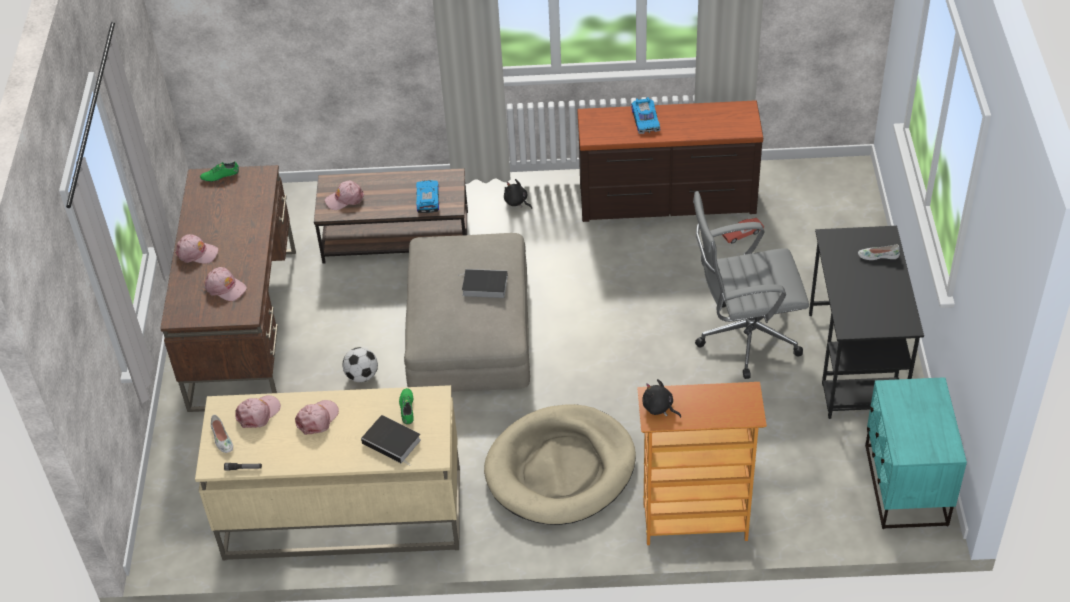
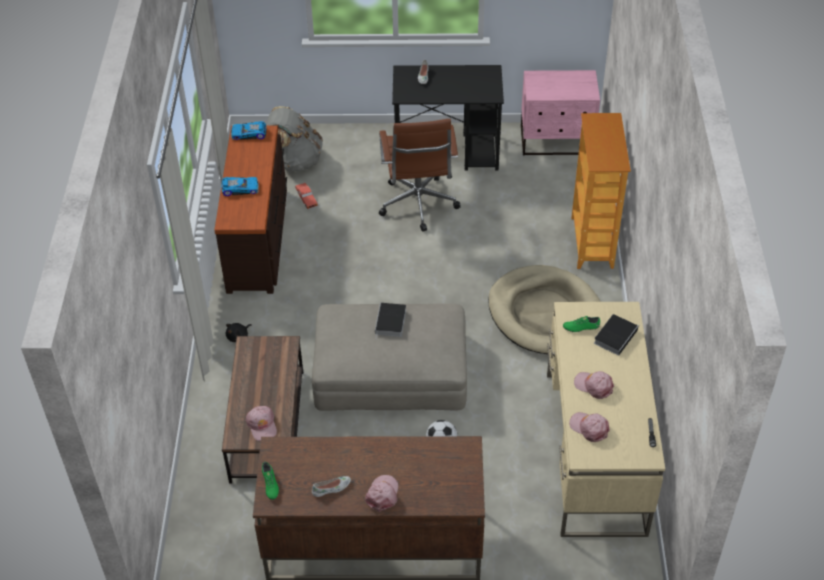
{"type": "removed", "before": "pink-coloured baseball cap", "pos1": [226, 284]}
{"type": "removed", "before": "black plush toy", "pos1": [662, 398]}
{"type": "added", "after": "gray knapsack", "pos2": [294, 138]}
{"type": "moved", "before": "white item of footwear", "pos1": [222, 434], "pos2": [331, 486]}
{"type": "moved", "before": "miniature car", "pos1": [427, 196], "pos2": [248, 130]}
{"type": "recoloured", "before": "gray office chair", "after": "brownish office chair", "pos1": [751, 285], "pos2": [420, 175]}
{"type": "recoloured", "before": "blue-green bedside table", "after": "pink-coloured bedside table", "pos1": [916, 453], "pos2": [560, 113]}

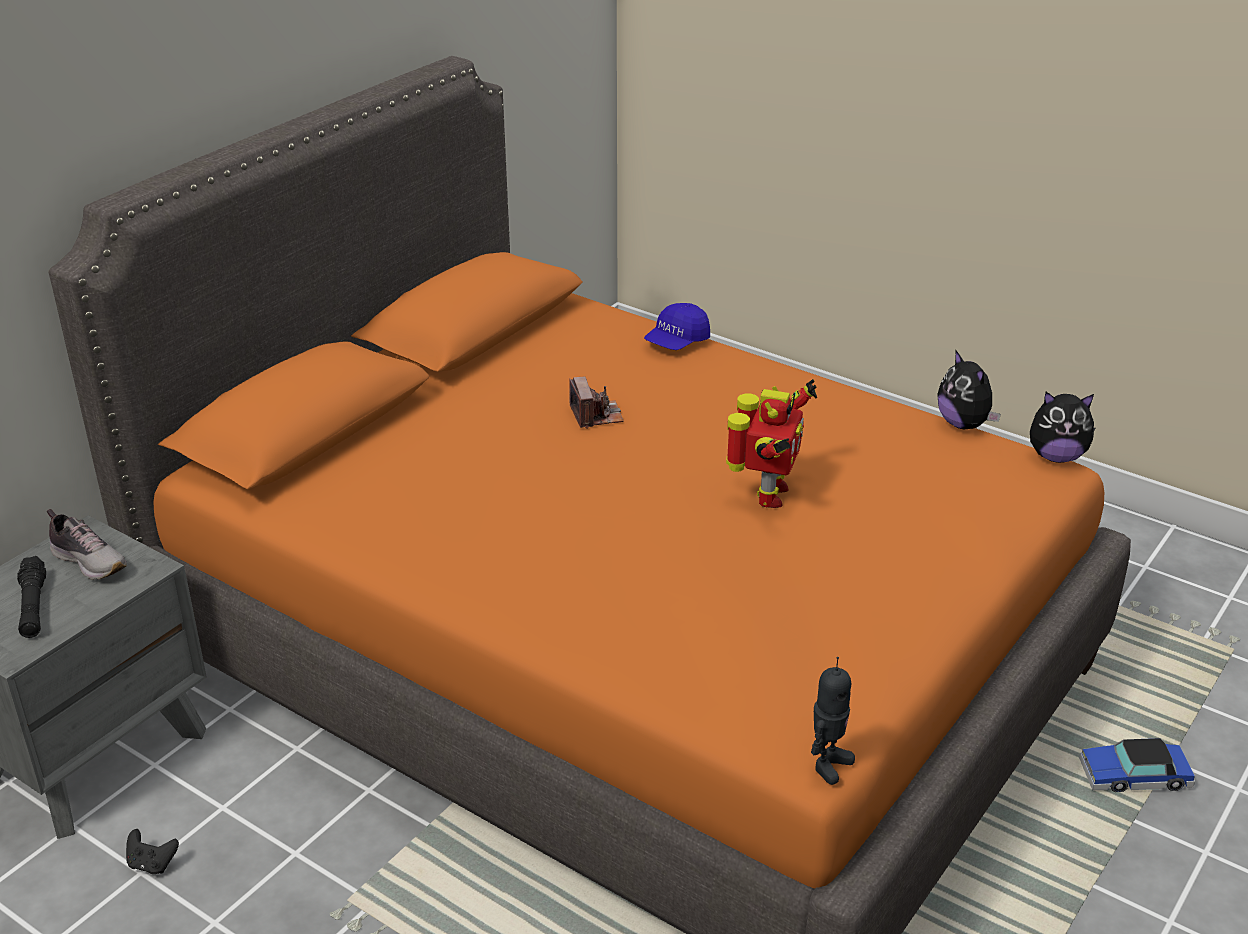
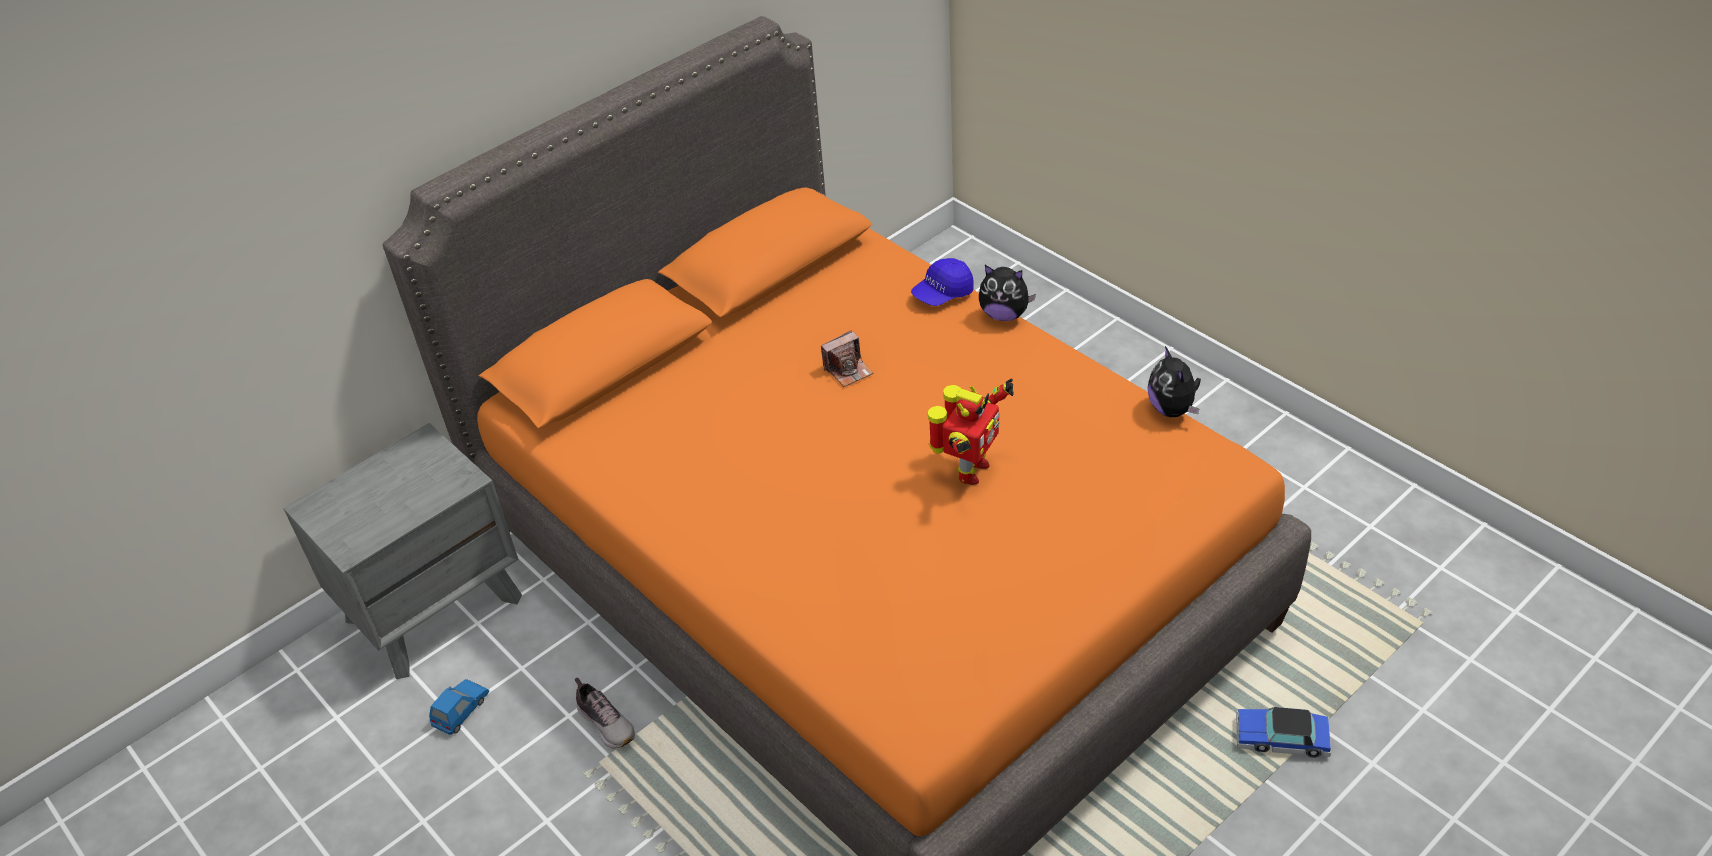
{"type": "removed", "before": "black flashlight", "pos1": [31, 597]}
{"type": "removed", "before": "toy robot", "pos1": [833, 721]}
{"type": "moved", "before": "item of footwear", "pos1": [86, 544], "pos2": [604, 712]}
{"type": "moved", "before": "plush toy", "pos1": [1063, 427], "pos2": [1007, 293]}
{"type": "replaced", "before": "black game controller", "after": "blue miniature car", "pos1": [152, 851], "pos2": [459, 707]}
{"type": "turned", "before": "photo camera", "pos1": [596, 402], "pos2": [847, 358], "turn": 60}

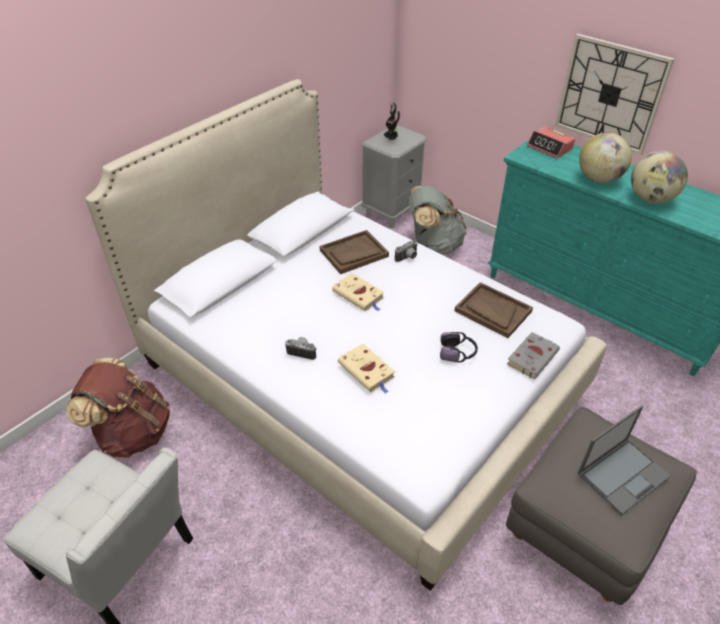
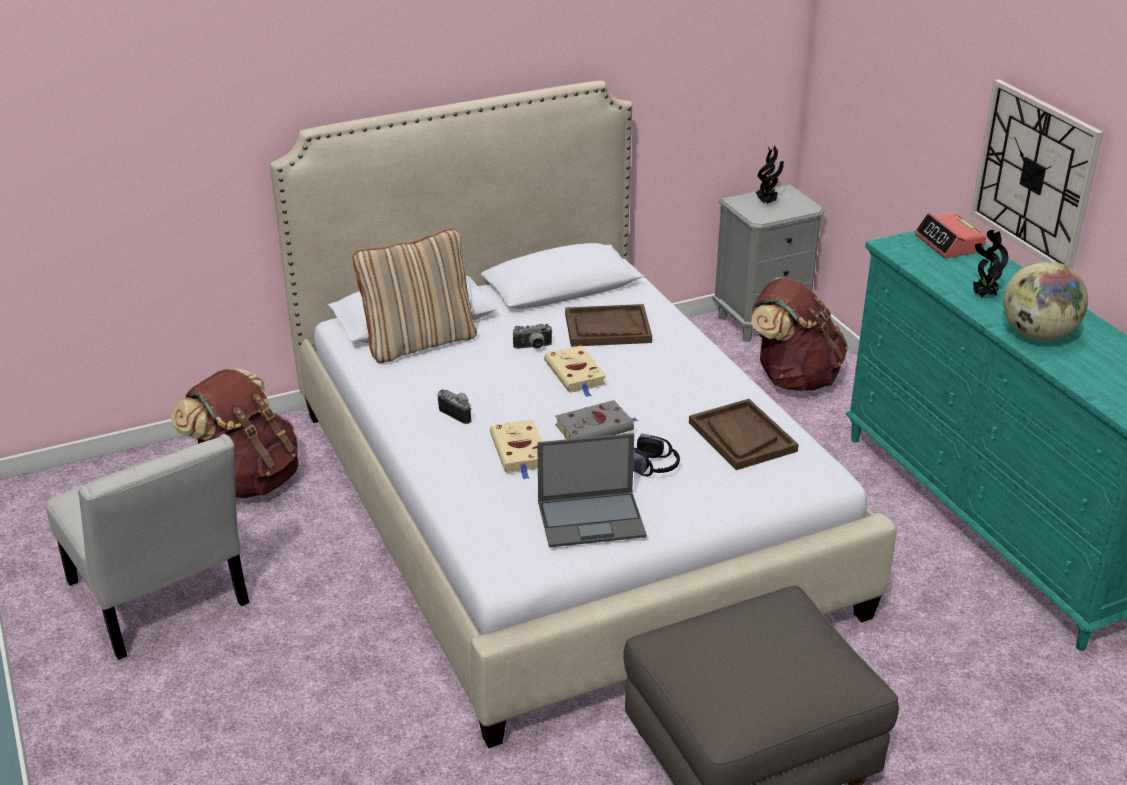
{"type": "added", "after": "beige pillow", "pos2": [415, 296]}
{"type": "moved", "before": "photo camera", "pos1": [406, 251], "pos2": [533, 336]}
{"type": "moved", "before": "gray book", "pos1": [533, 355], "pos2": [596, 419]}
{"type": "moved", "before": "portable computer", "pos1": [624, 460], "pos2": [592, 490]}
{"type": "replaced", "before": "world globe", "after": "houseplant", "pos1": [605, 157], "pos2": [990, 263]}
{"type": "recoloured", "before": "gray knapsack", "after": "brownish knapsack", "pos1": [437, 220], "pos2": [799, 334]}

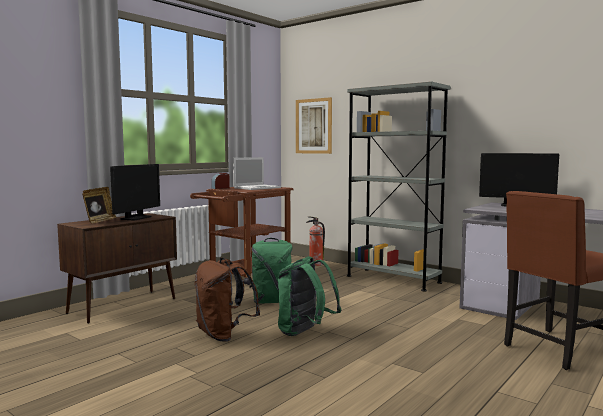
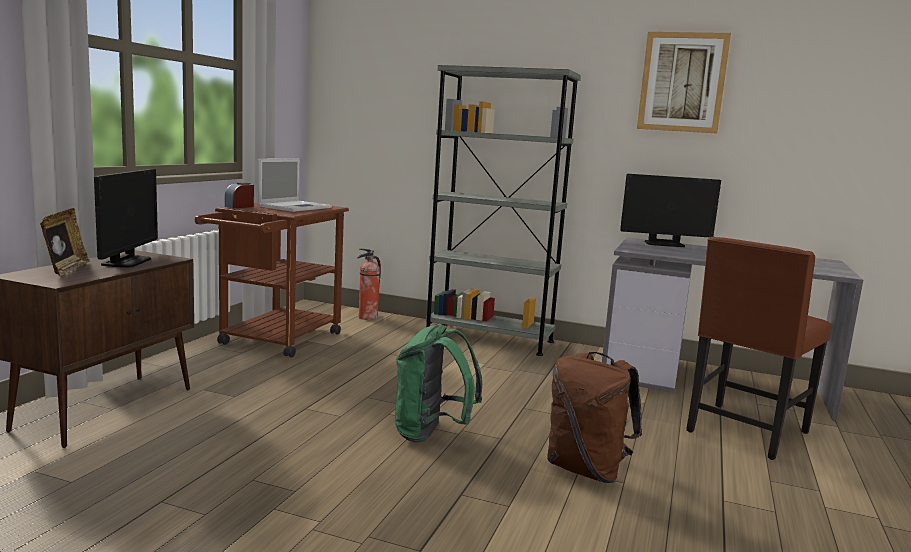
{"type": "removed", "before": "greenish knapsack", "pos1": [271, 270]}
{"type": "moved", "before": "brownish knapsack", "pos1": [227, 300], "pos2": [594, 417]}
{"type": "moved", "before": "picture", "pos1": [314, 125], "pos2": [684, 82]}

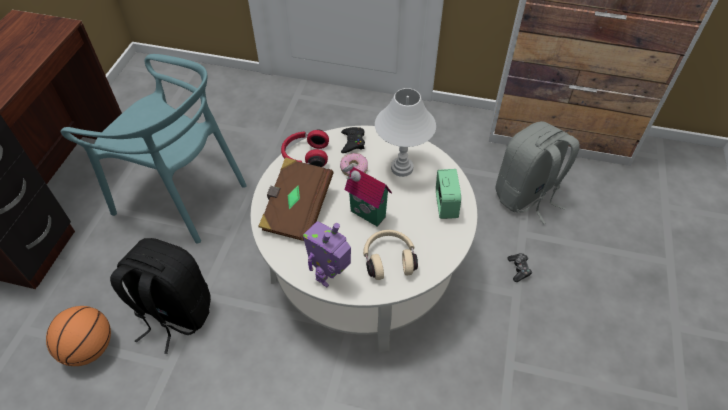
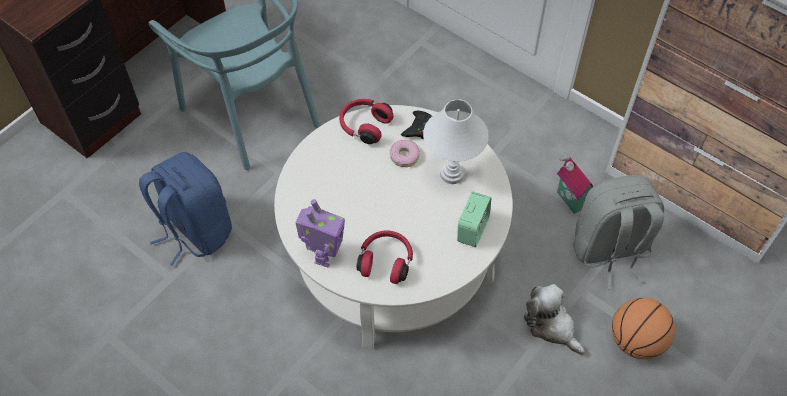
{"type": "removed", "before": "brownish book", "pos1": [296, 199]}
{"type": "moved", "before": "ball for basketball", "pos1": [78, 336], "pos2": [643, 328]}
{"type": "moved", "before": "toy house", "pos1": [367, 194], "pos2": [575, 183]}
{"type": "replaced", "before": "game controller", "after": "plush toy", "pos1": [520, 267], "pos2": [554, 319]}
{"type": "recoloured", "before": "black knapsack", "after": "blue knapsack", "pos1": [160, 296], "pos2": [185, 209]}
{"type": "recoloured", "before": "beige headset", "after": "reddish headset", "pos1": [390, 255], "pos2": [385, 257]}
{"type": "turned", "before": "toy robot", "pos1": [327, 254], "pos2": [320, 233], "turn": 135}

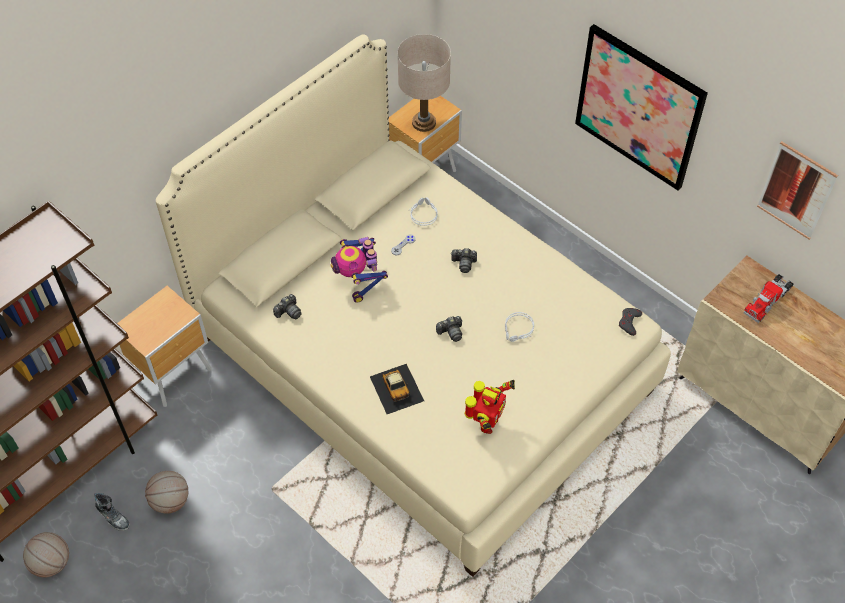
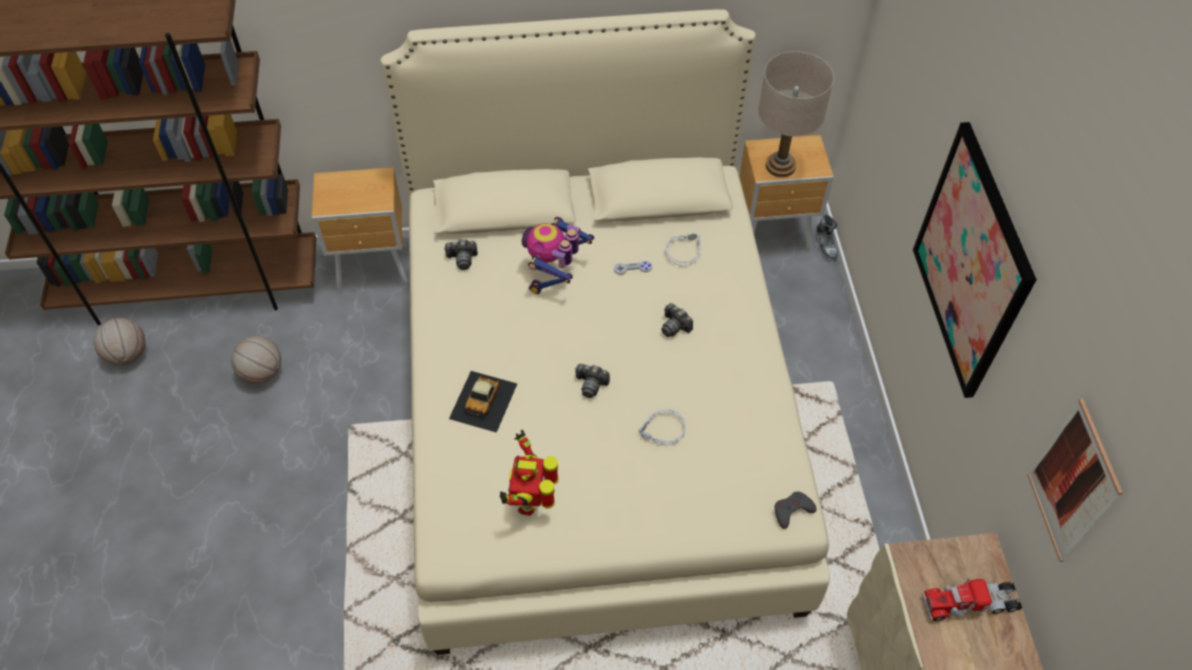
{"type": "moved", "before": "item of footwear", "pos1": [112, 512], "pos2": [827, 237]}
{"type": "turned", "before": "toy robot", "pos1": [490, 407], "pos2": [529, 473], "turn": 120}

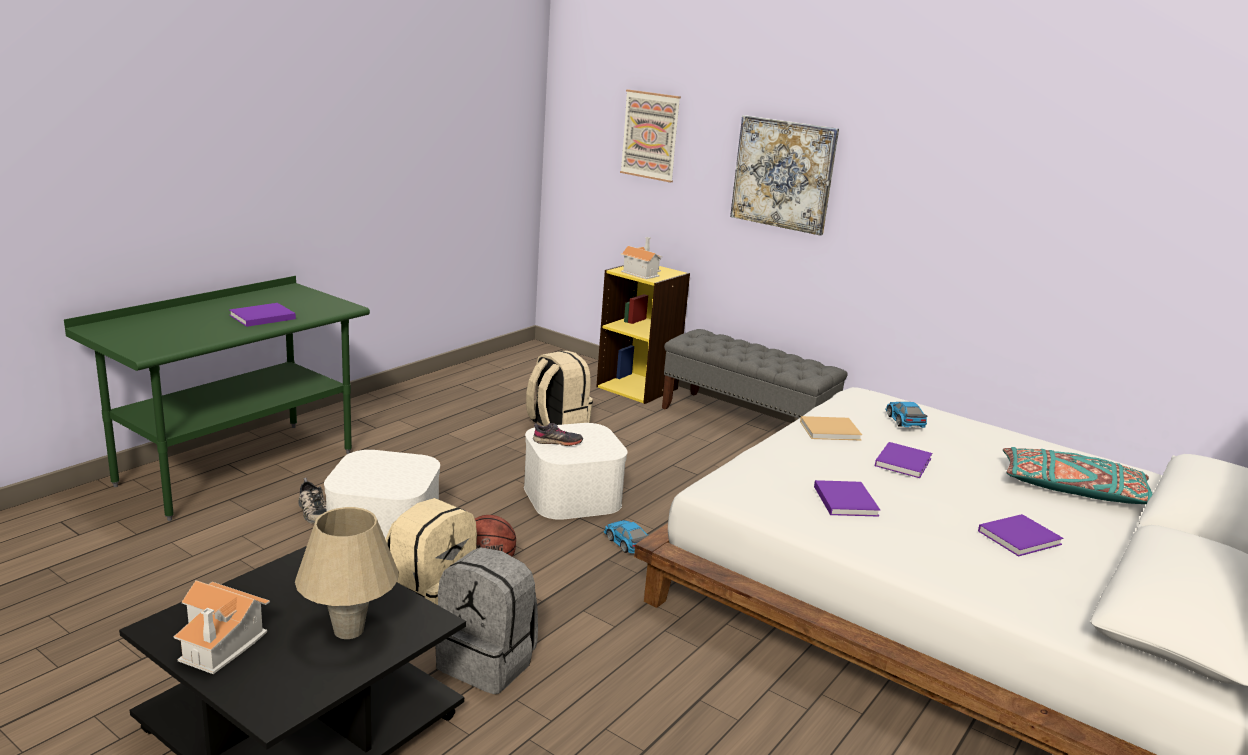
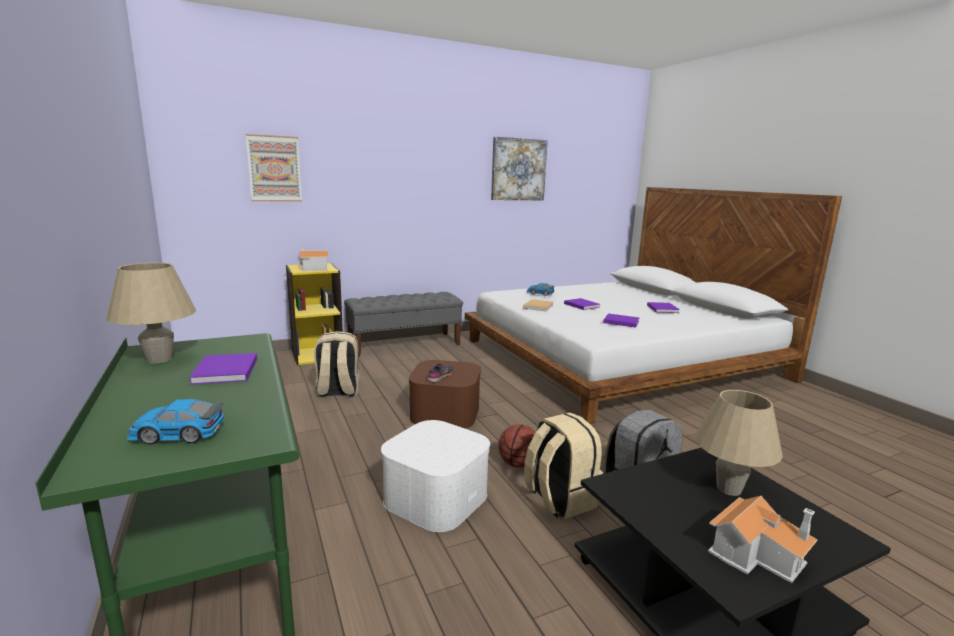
{"type": "removed", "before": "item of footwear", "pos1": [312, 501]}
{"type": "removed", "before": "blue-green pillow", "pos1": [1078, 475]}
{"type": "added", "after": "beige tabletop lamp", "pos2": [151, 313]}
{"type": "moved", "before": "miniature car", "pos1": [626, 537], "pos2": [175, 421]}
{"type": "moved", "before": "picture", "pos1": [784, 175], "pos2": [519, 168]}
{"type": "recoloured", "before": "white storage box", "after": "brownish storage box", "pos1": [576, 471], "pos2": [445, 394]}

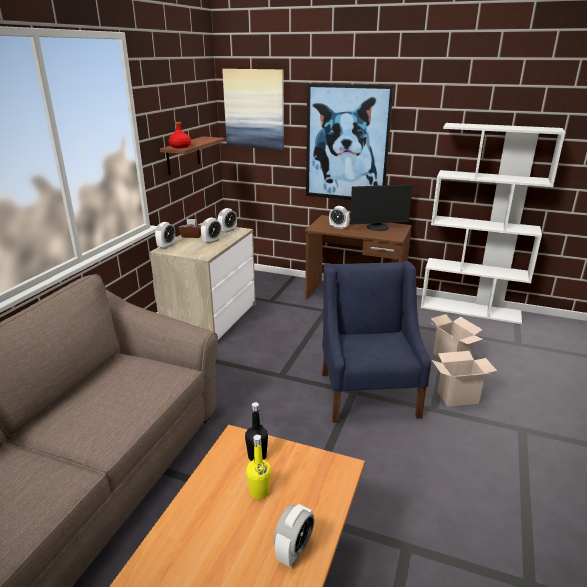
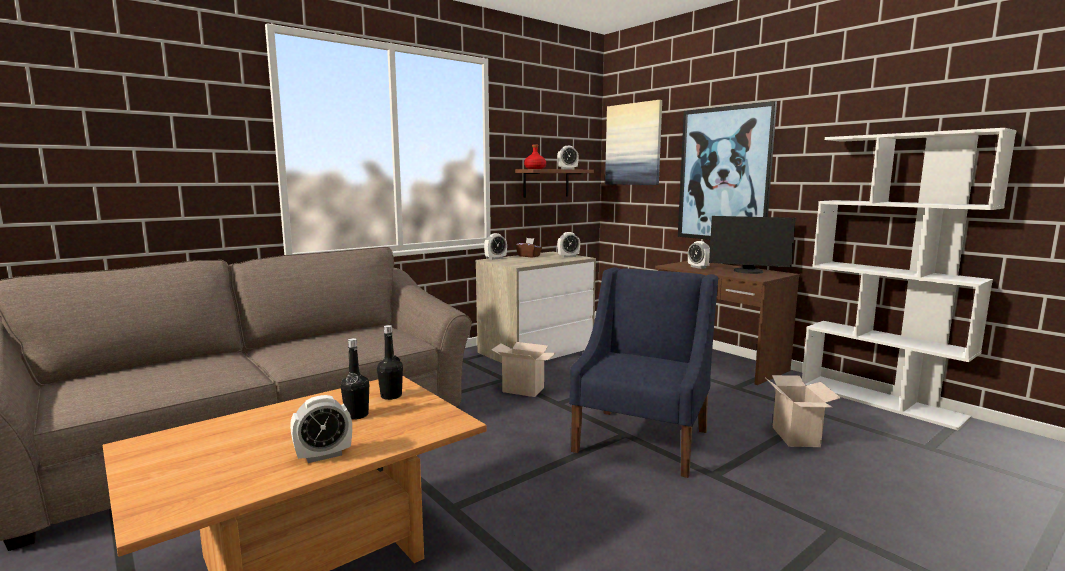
{"type": "moved", "before": "bedside clock", "pos1": [211, 230], "pos2": [568, 157]}
{"type": "moved", "before": "cardboard box", "pos1": [464, 379], "pos2": [523, 369]}
{"type": "recoloured", "before": "yellowish beverage bottle", "after": "black beverage bottle", "pos1": [258, 467], "pos2": [355, 379]}

